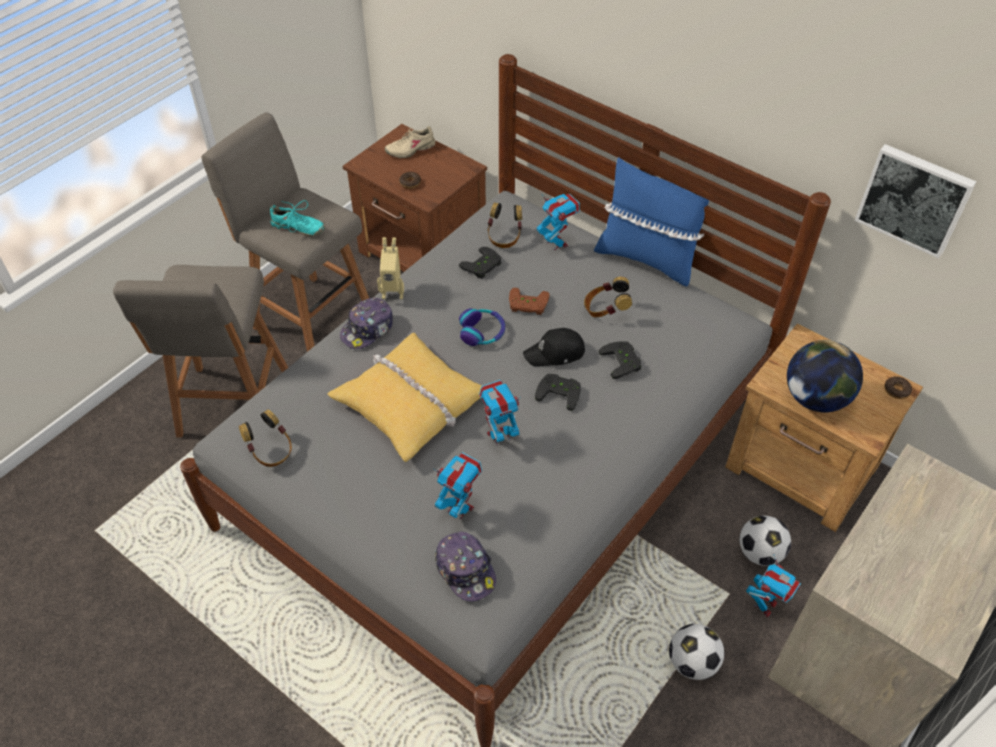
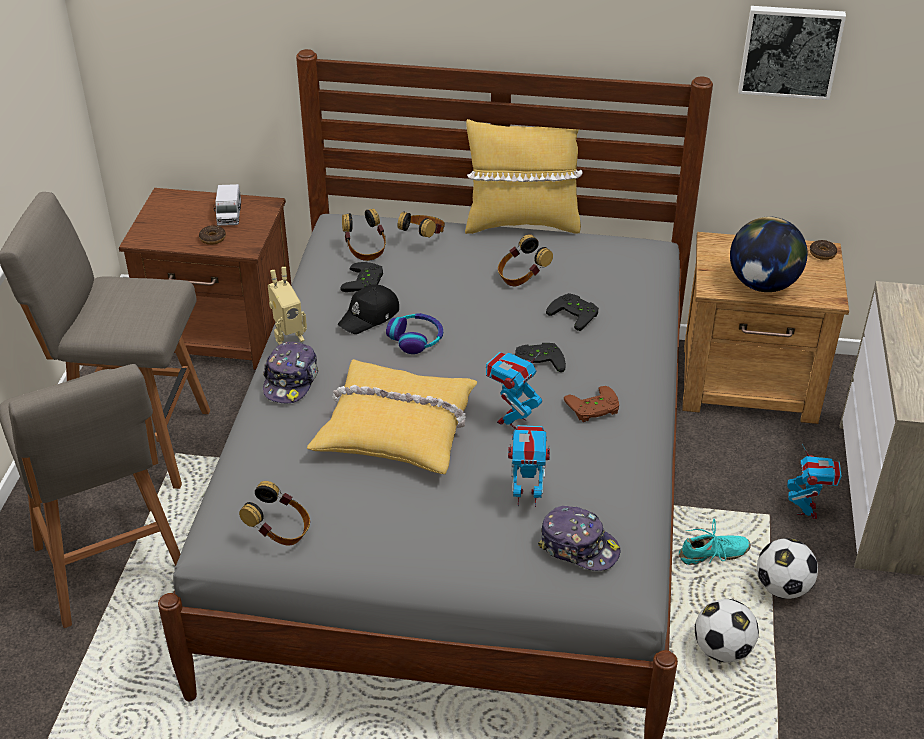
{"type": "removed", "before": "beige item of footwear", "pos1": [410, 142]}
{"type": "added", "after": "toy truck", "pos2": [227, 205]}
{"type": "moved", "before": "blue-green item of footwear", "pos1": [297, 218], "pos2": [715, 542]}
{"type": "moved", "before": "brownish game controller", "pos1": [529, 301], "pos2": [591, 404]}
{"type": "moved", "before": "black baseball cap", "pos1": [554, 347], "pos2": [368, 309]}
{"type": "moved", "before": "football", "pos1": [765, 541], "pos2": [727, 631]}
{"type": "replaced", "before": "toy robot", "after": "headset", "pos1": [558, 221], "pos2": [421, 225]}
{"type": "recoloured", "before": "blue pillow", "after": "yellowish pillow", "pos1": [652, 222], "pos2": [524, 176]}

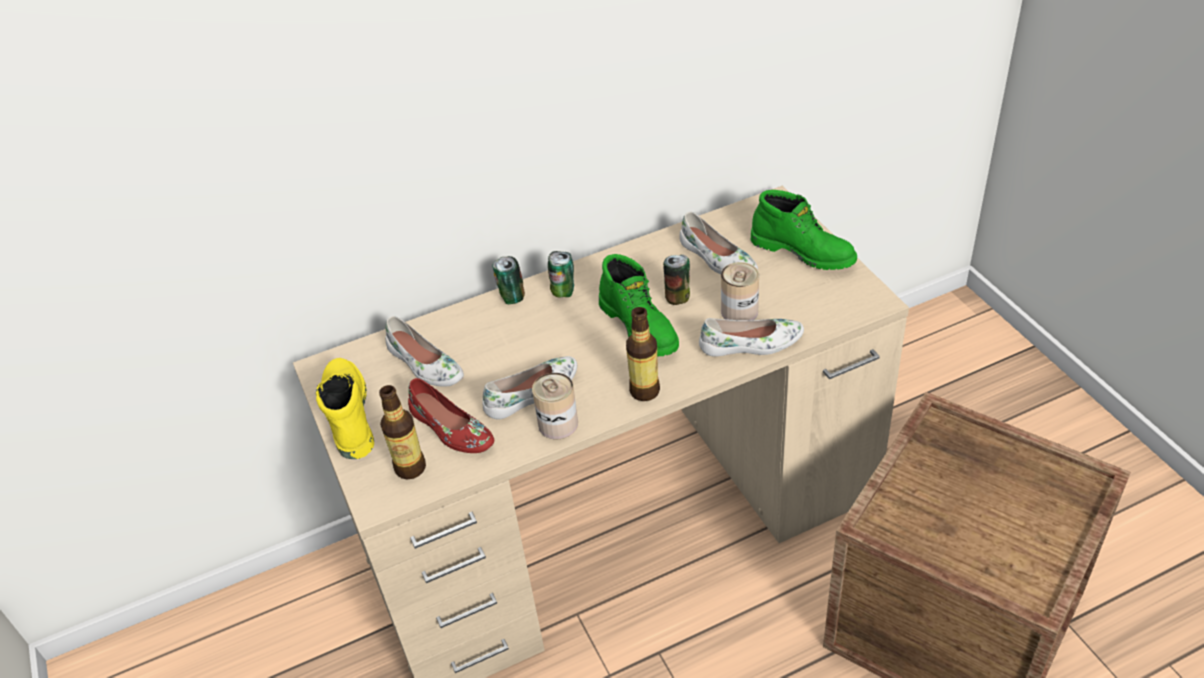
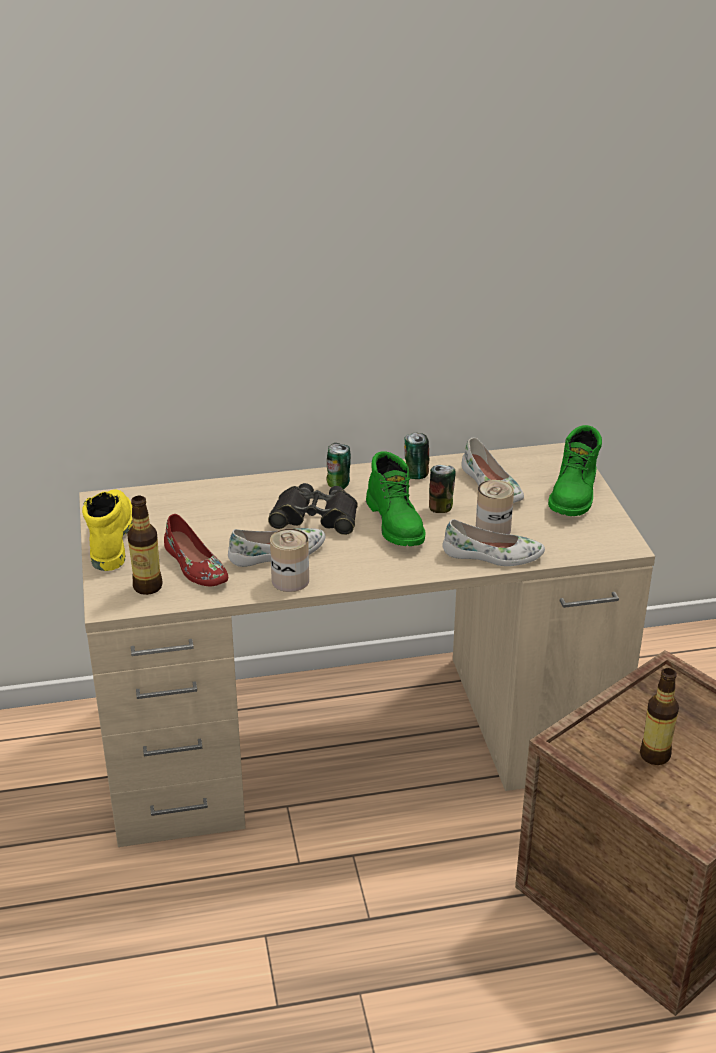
{"type": "removed", "before": "white item of footwear", "pos1": [424, 351]}
{"type": "added", "after": "black field glasses", "pos2": [313, 509]}
{"type": "moved", "before": "metal can", "pos1": [508, 280], "pos2": [416, 455]}
{"type": "moved", "before": "beverage bottle", "pos1": [643, 354], "pos2": [659, 716]}
{"type": "turned", "before": "greenish boot", "pos1": [804, 230], "pos2": [575, 470], "turn": 60}

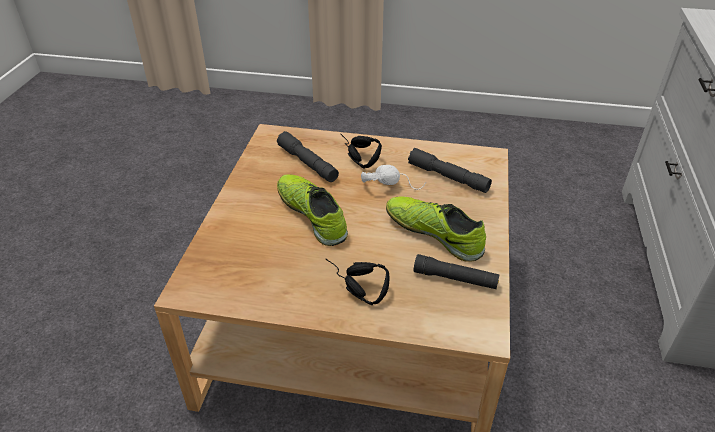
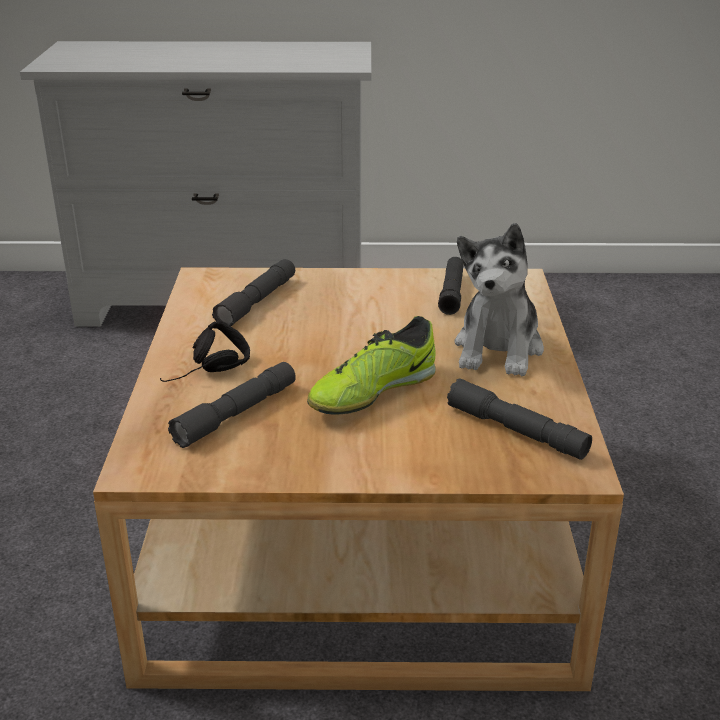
{"type": "removed", "before": "white headset", "pos1": [393, 177]}
{"type": "removed", "before": "item of footwear", "pos1": [436, 229]}
{"type": "added", "after": "gray flashlight", "pos2": [519, 419]}
{"type": "replaced", "before": "black headset", "after": "plush toy", "pos1": [357, 282], "pos2": [499, 299]}

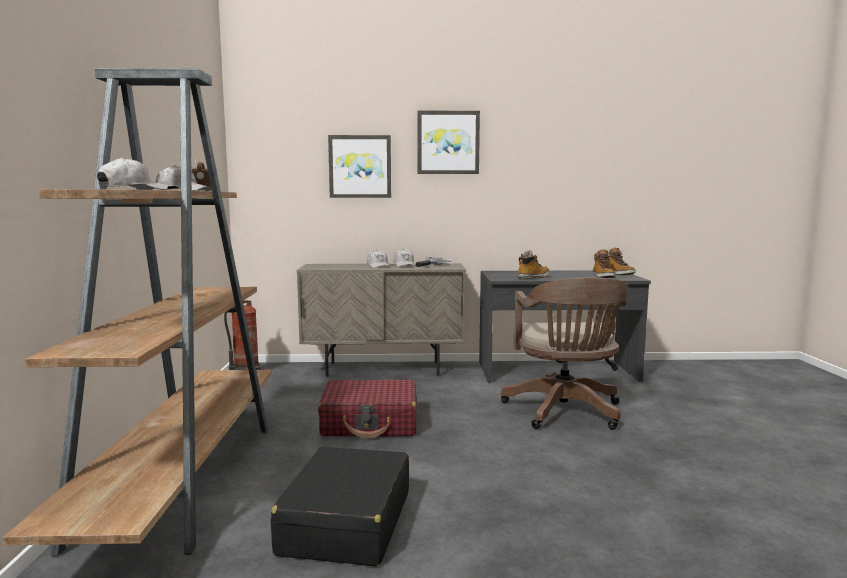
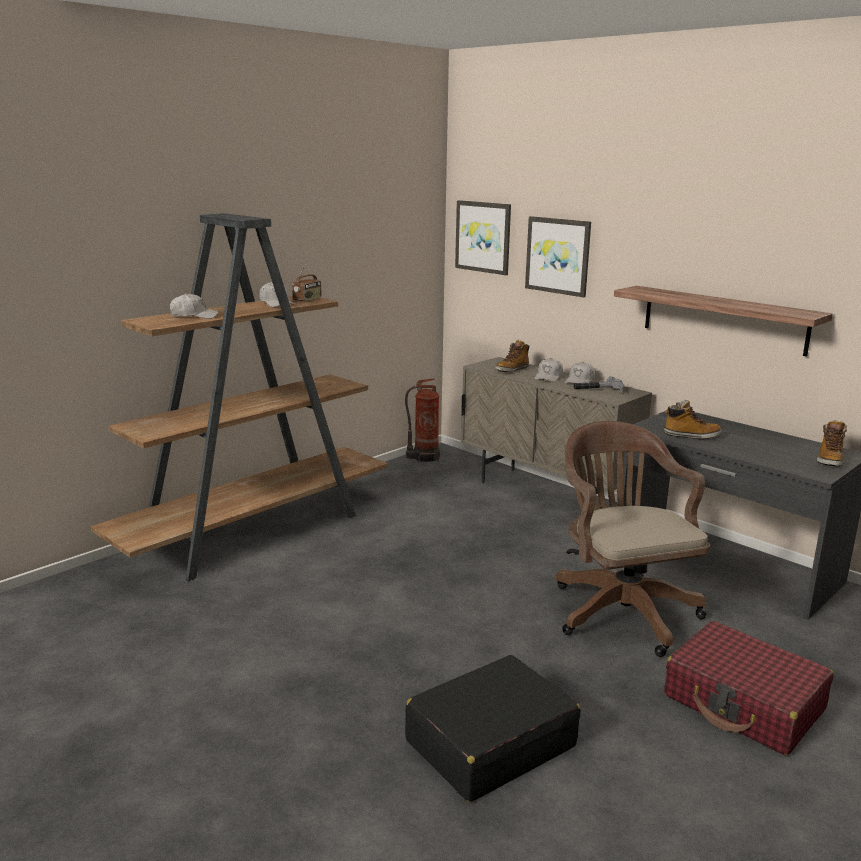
{"type": "added", "after": "wall shelf", "pos2": [723, 321]}
{"type": "moved", "before": "black travel case", "pos1": [340, 507], "pos2": [492, 728]}
{"type": "moved", "before": "reddish travel case", "pos1": [367, 409], "pos2": [749, 688]}
{"type": "moved", "before": "picture", "pos1": [448, 142], "pos2": [483, 237]}
{"type": "moved", "before": "boot", "pos1": [604, 263], "pos2": [512, 356]}
{"type": "turned", "before": "brownish office chair", "pos1": [564, 353], "pos2": [633, 539], "turn": 120}

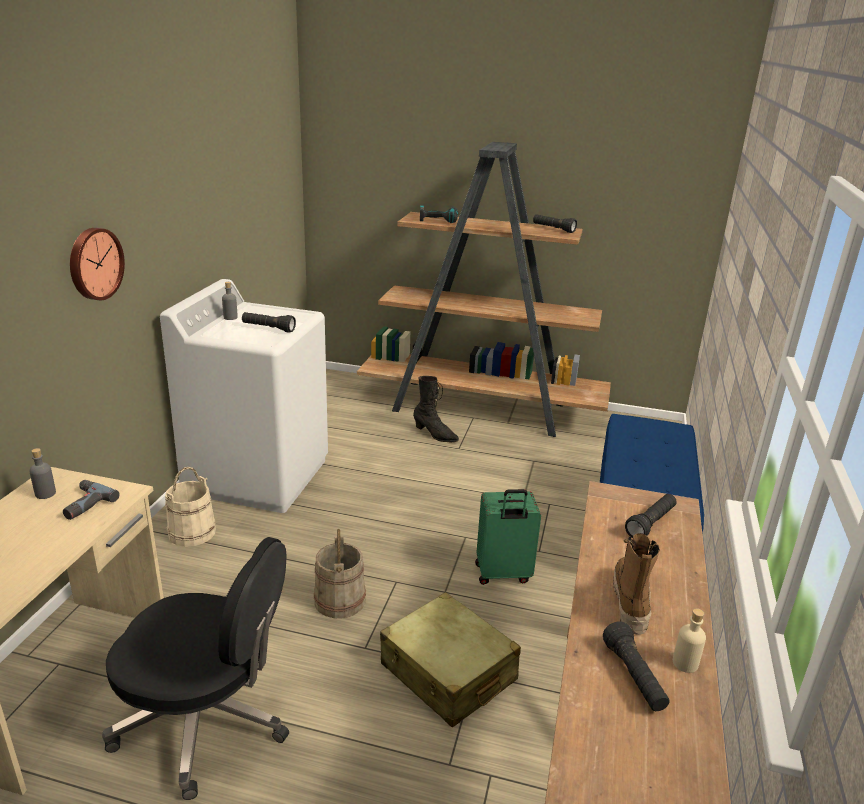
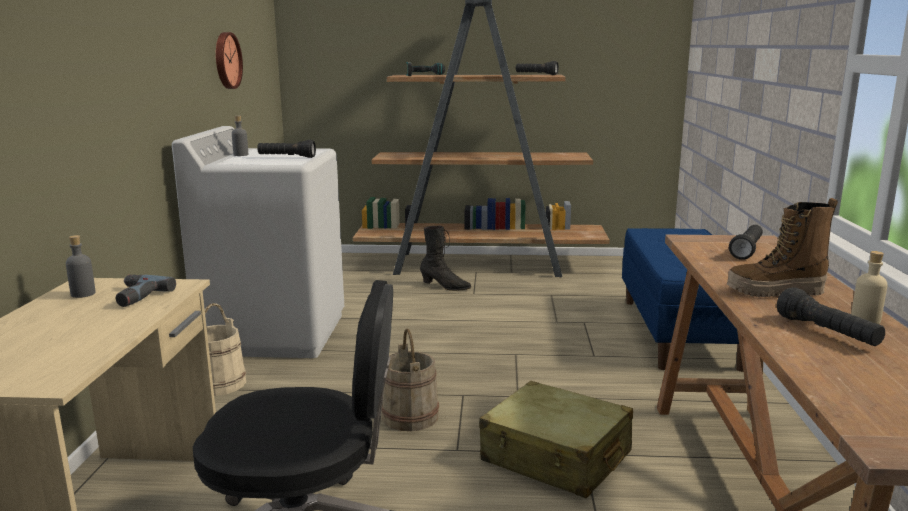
{"type": "removed", "before": "greenish travel case", "pos1": [508, 537]}
{"type": "moved", "before": "wall clock", "pos1": [97, 264], "pos2": [229, 60]}
{"type": "turned", "before": "boot", "pos1": [636, 584], "pos2": [782, 247], "turn": -90}

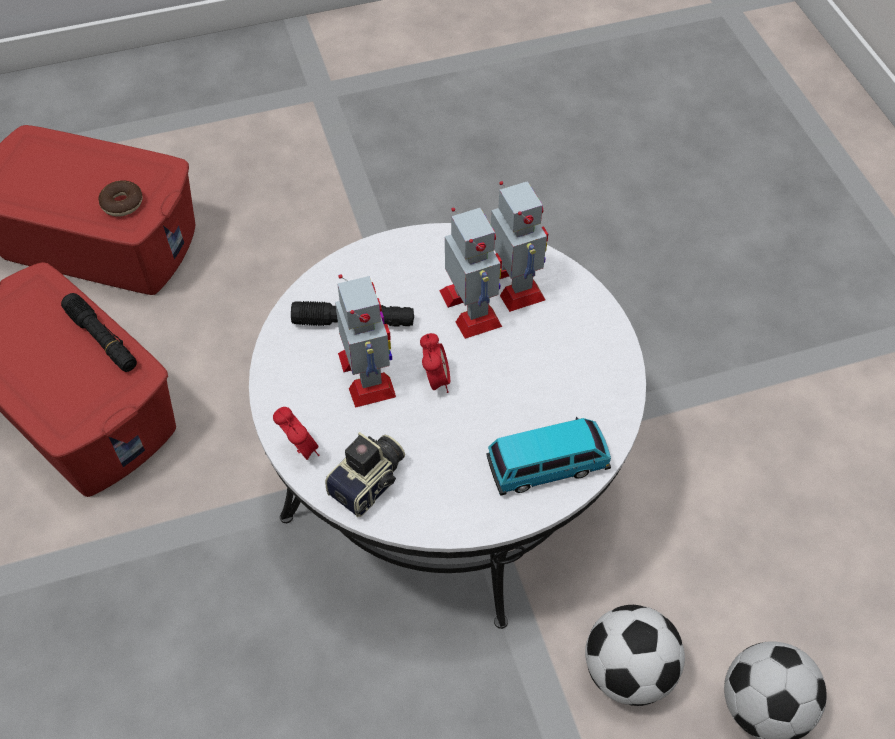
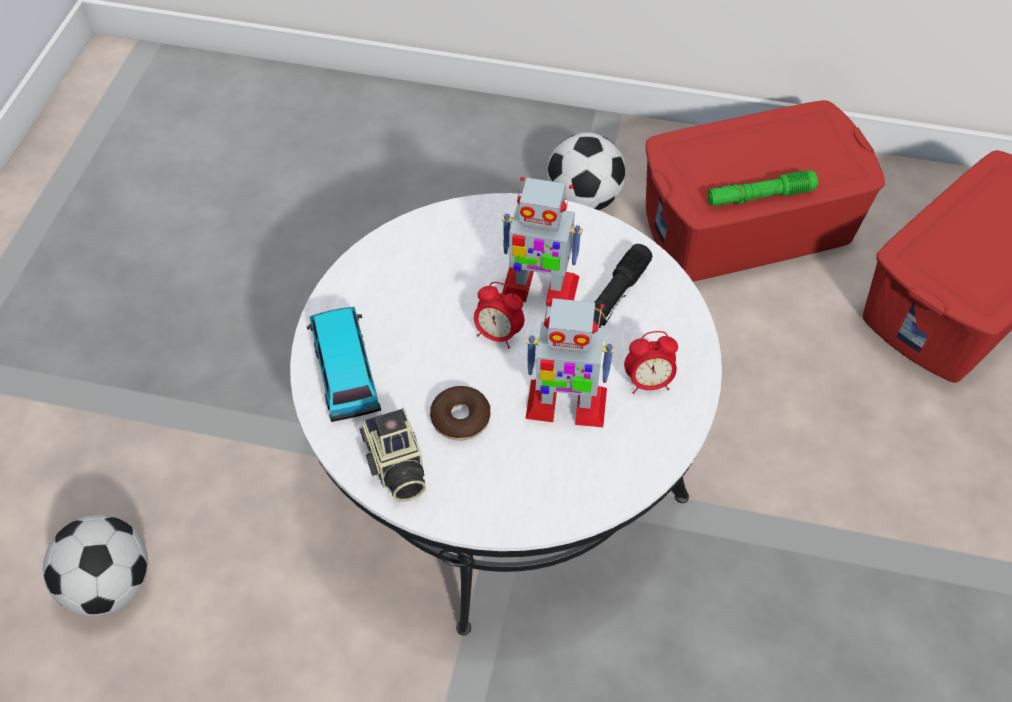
{"type": "removed", "before": "toy robot", "pos1": [519, 246]}
{"type": "moved", "before": "donut", "pos1": [121, 198], "pos2": [460, 413]}
{"type": "moved", "before": "bedside clock", "pos1": [296, 433], "pos2": [651, 362]}
{"type": "moved", "before": "photo camera", "pos1": [365, 474], "pos2": [392, 455]}
{"type": "moved", "before": "football", "pos1": [635, 655], "pos2": [586, 171]}
{"type": "recoloured", "before": "black flashlight", "after": "greenish flashlight", "pos1": [99, 332], "pos2": [763, 188]}
{"type": "turned", "before": "miniature car", "pos1": [548, 456], "pos2": [344, 364], "turn": 150}

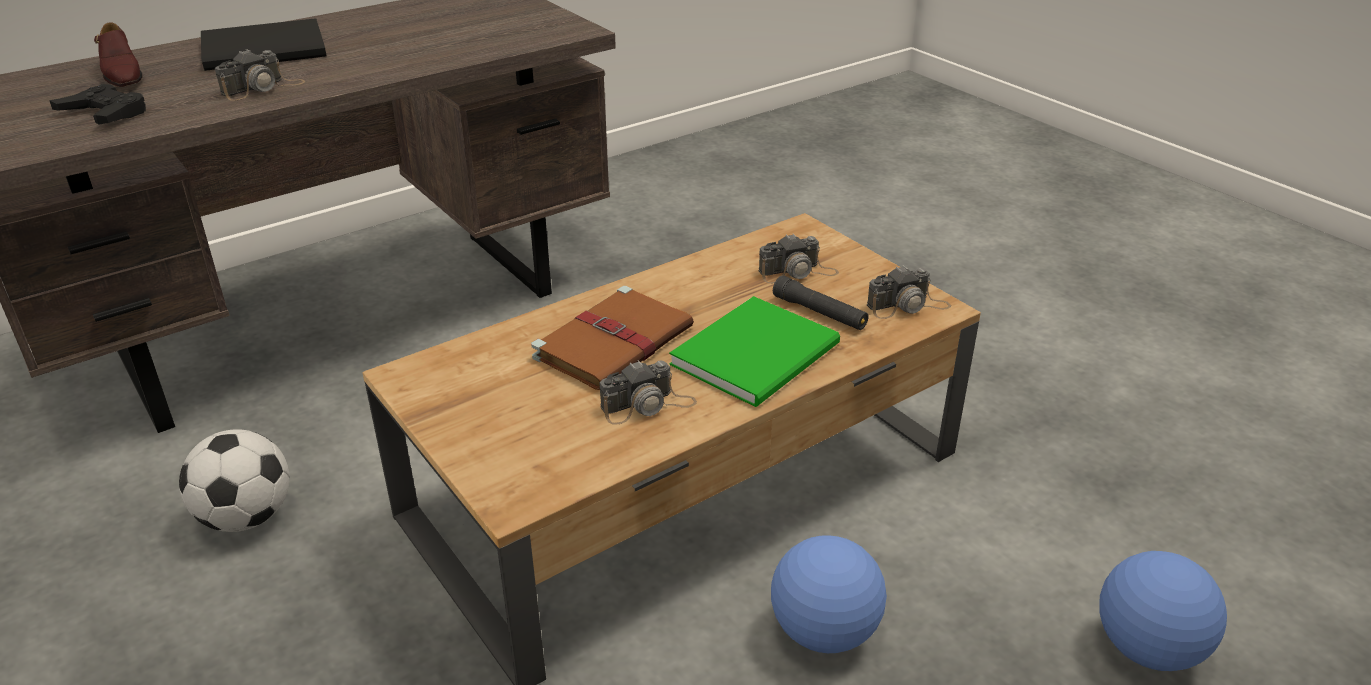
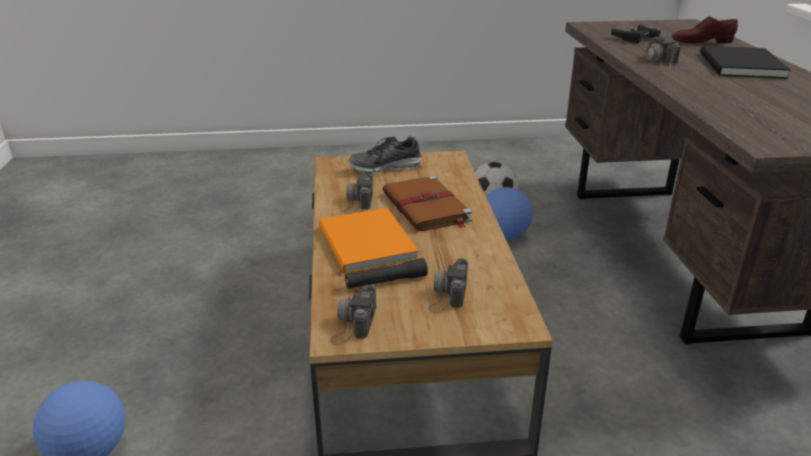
{"type": "added", "after": "item of footwear", "pos2": [385, 155]}
{"type": "moved", "before": "football", "pos1": [829, 594], "pos2": [509, 213]}
{"type": "recoloured", "before": "greenish book", "after": "orangey book", "pos1": [754, 351], "pos2": [369, 241]}

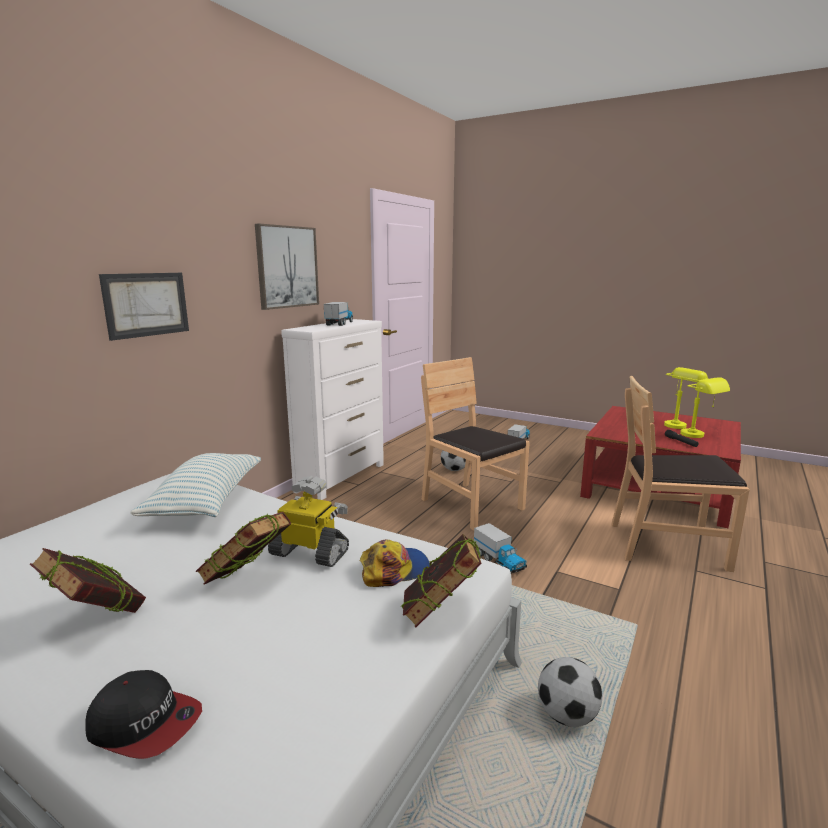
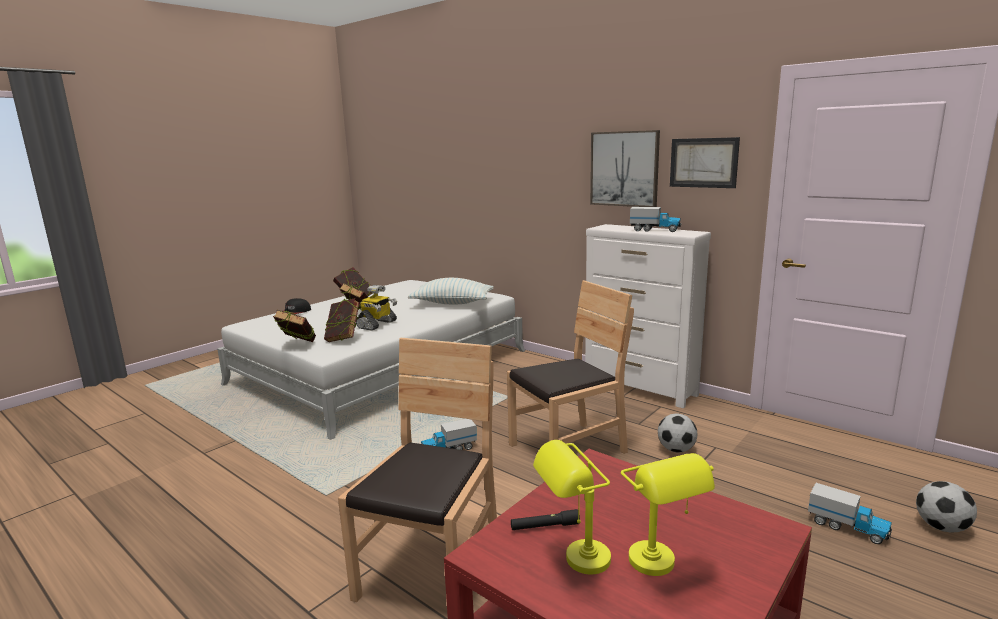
{"type": "moved", "before": "picture", "pos1": [144, 307], "pos2": [705, 162]}
{"type": "moved", "before": "football", "pos1": [570, 692], "pos2": [946, 507]}
{"type": "replaced", "before": "baseball cap", "after": "book", "pos1": [395, 563], "pos2": [342, 320]}

